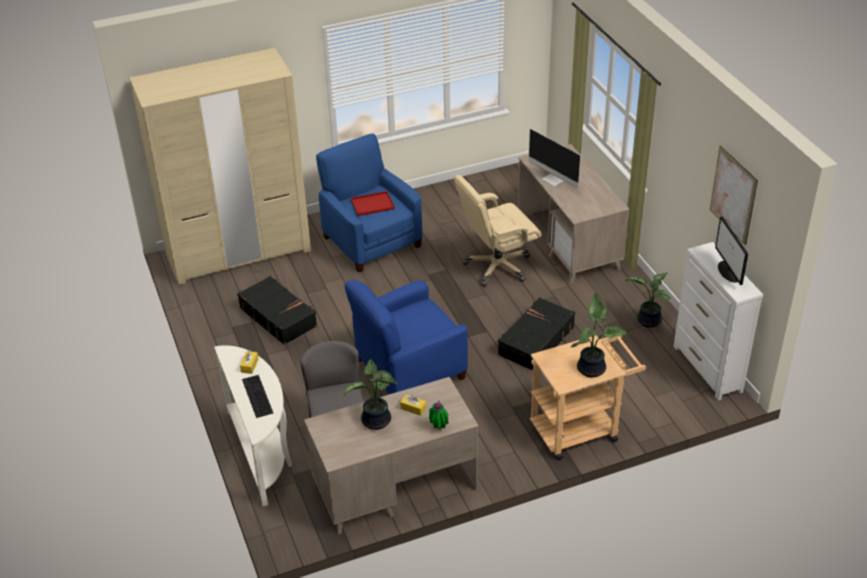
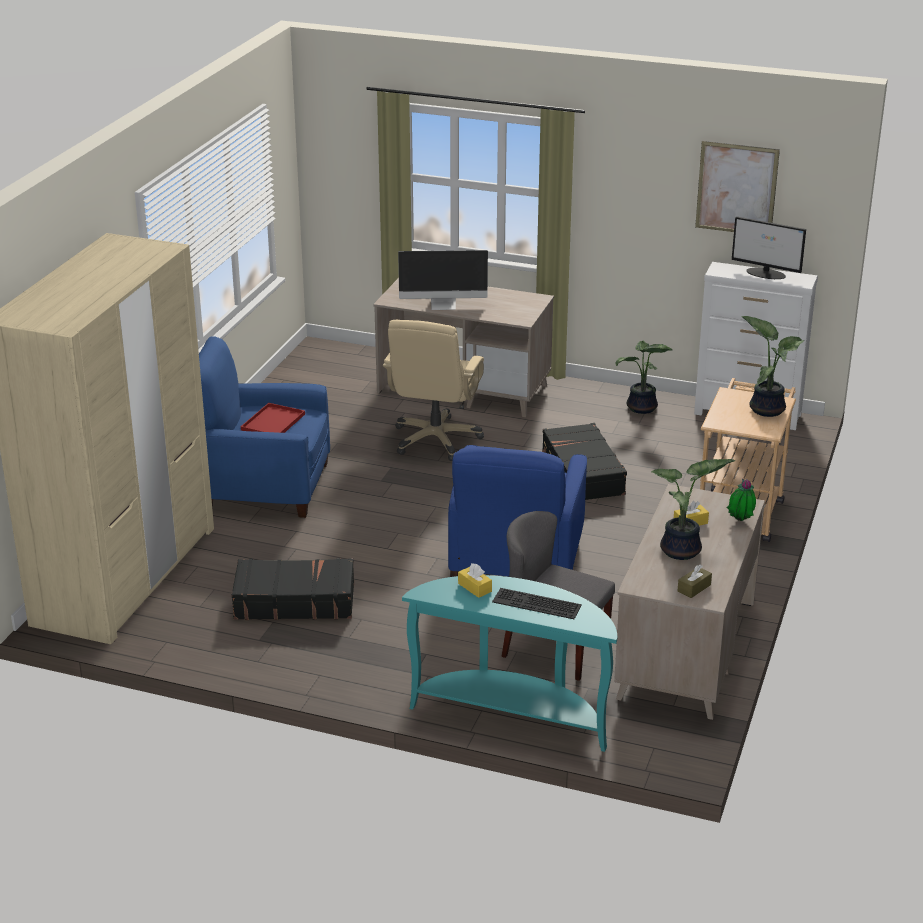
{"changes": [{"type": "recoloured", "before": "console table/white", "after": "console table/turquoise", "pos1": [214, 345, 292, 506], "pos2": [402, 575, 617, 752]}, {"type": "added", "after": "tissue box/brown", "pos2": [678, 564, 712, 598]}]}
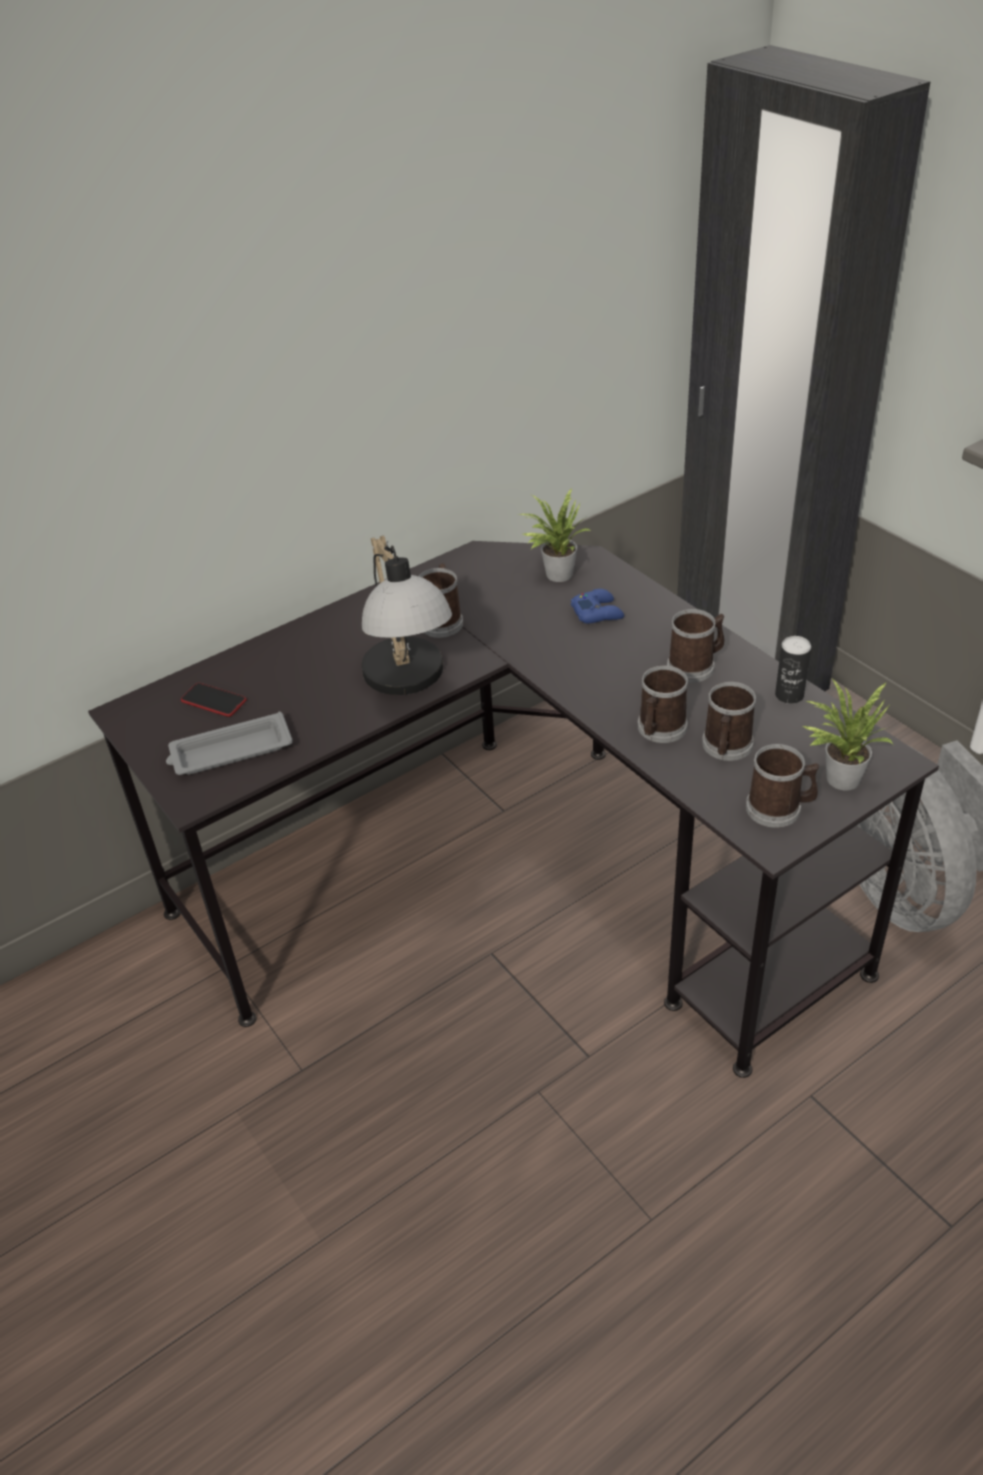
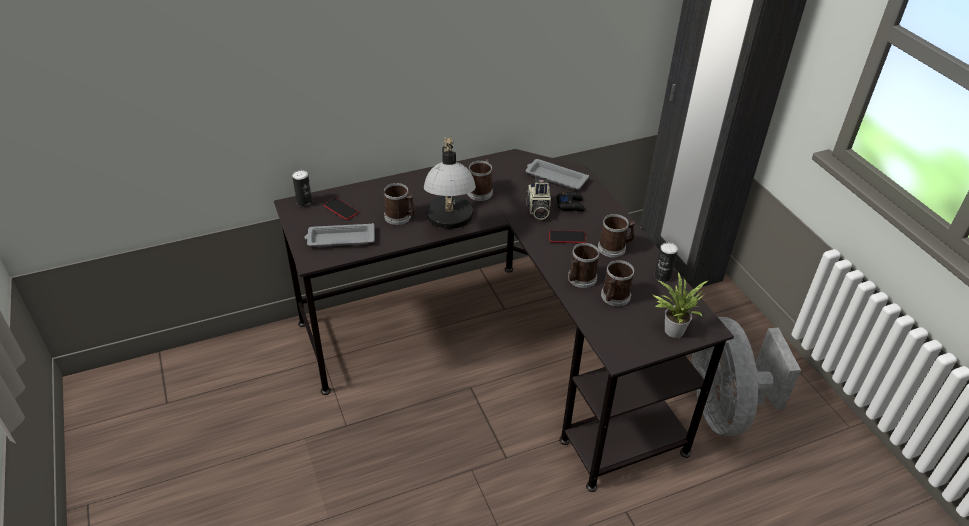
{"changes": [{"type": "replaced", "before": "potted plant", "after": "tray/grey", "pos1": [518, 488, 592, 582], "pos2": [525, 159, 589, 190]}, {"type": "recoloured", "before": "game controller/blue", "after": "game controller/black", "pos1": [571, 589, 624, 623], "pos2": [556, 191, 585, 212]}, {"type": "moved", "before": "mug", "pos1": [746, 744, 819, 828], "pos2": [384, 183, 416, 225]}, {"type": "added", "after": "can", "pos2": [292, 170, 312, 207]}, {"type": "added", "after": "photo camera", "pos2": [527, 178, 551, 220]}, {"type": "added", "after": "phone", "pos2": [549, 230, 586, 243]}]}
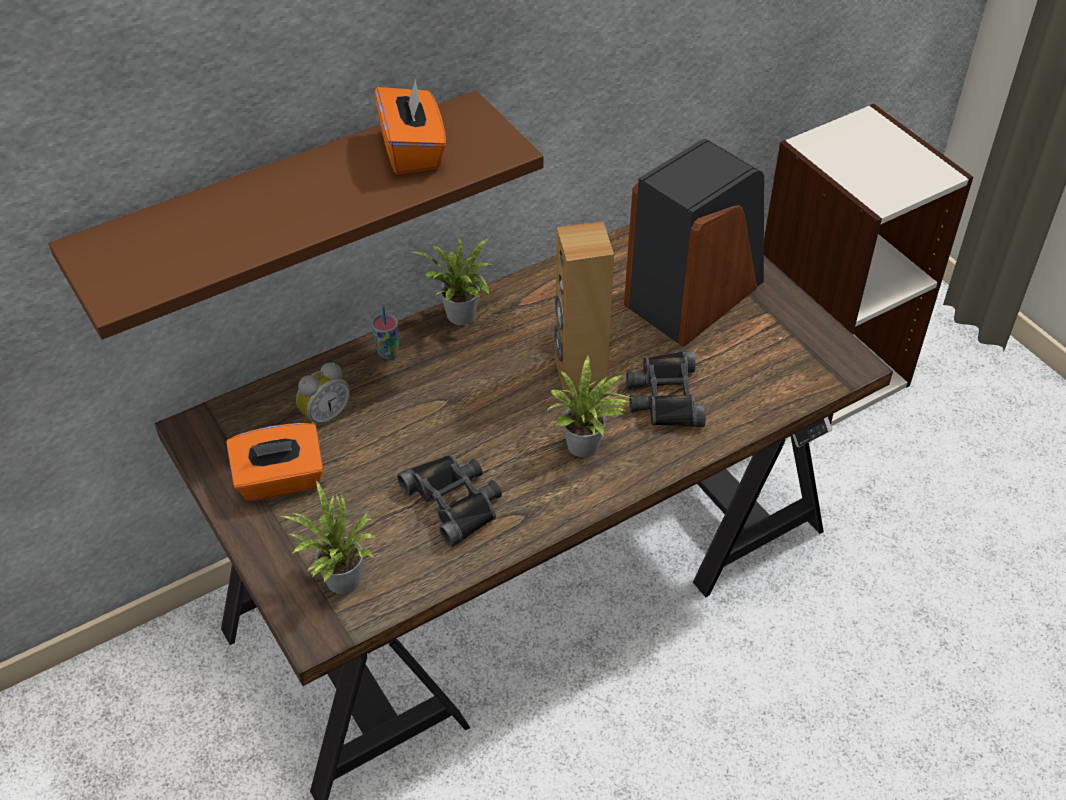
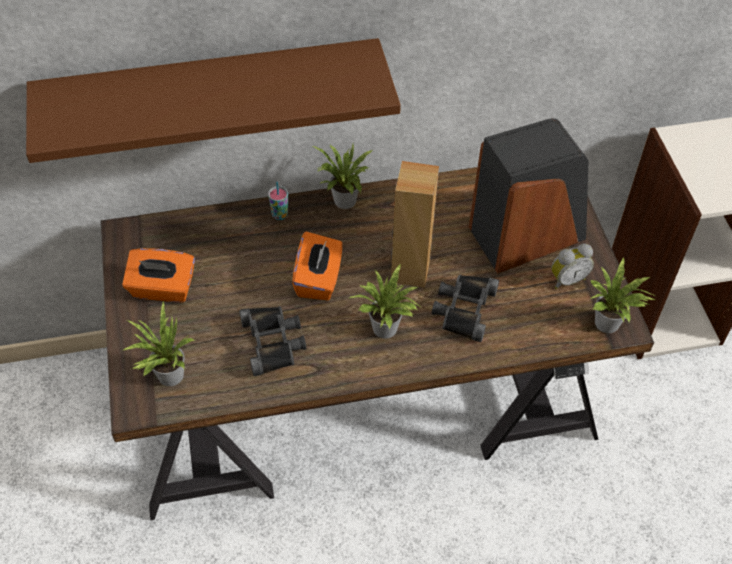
{"changes": [{"type": "moved", "before": "tissue box/orange", "pos1": [374, 79, 446, 174], "pos2": [292, 232, 342, 300]}, {"type": "moved", "before": "alarm clock", "pos1": [296, 362, 350, 426], "pos2": [551, 243, 594, 289]}, {"type": "added", "after": "potted plant", "pos2": [591, 257, 657, 333]}]}
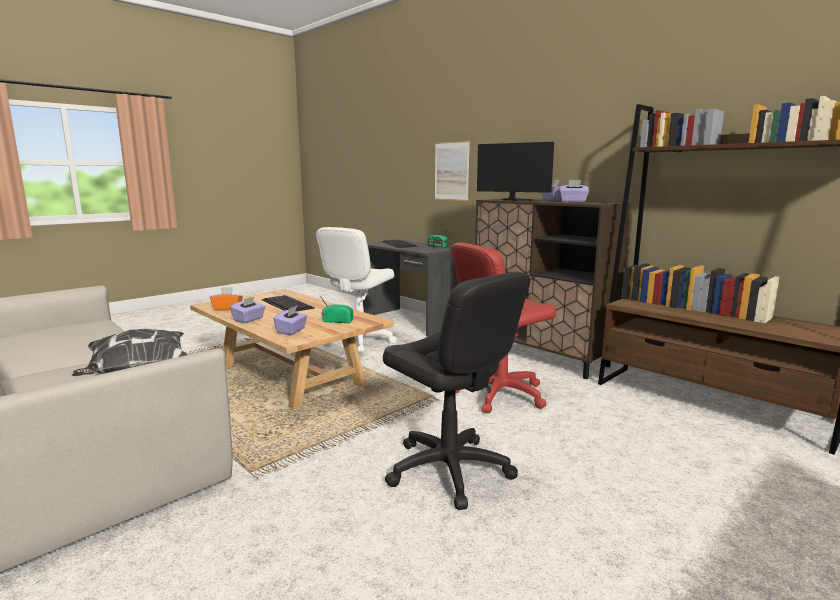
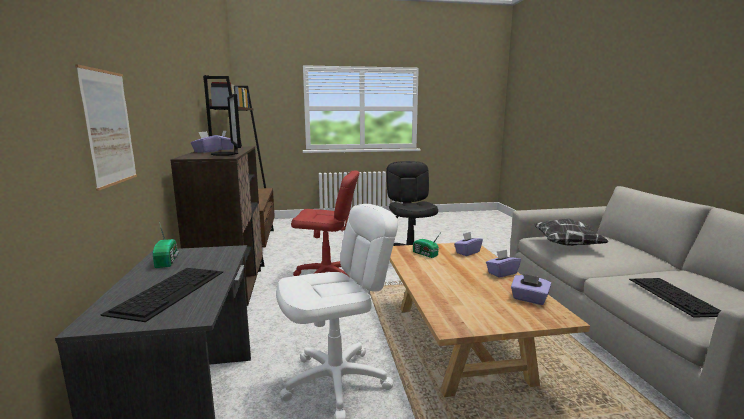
{"changes": [{"type": "recoloured", "before": "tissue box/orange", "after": "tissue box/purple", "pos1": [210, 287, 243, 311], "pos2": [511, 274, 551, 305]}, {"type": "moved", "before": "keyboard", "pos1": [261, 295, 315, 312], "pos2": [629, 278, 721, 318]}]}
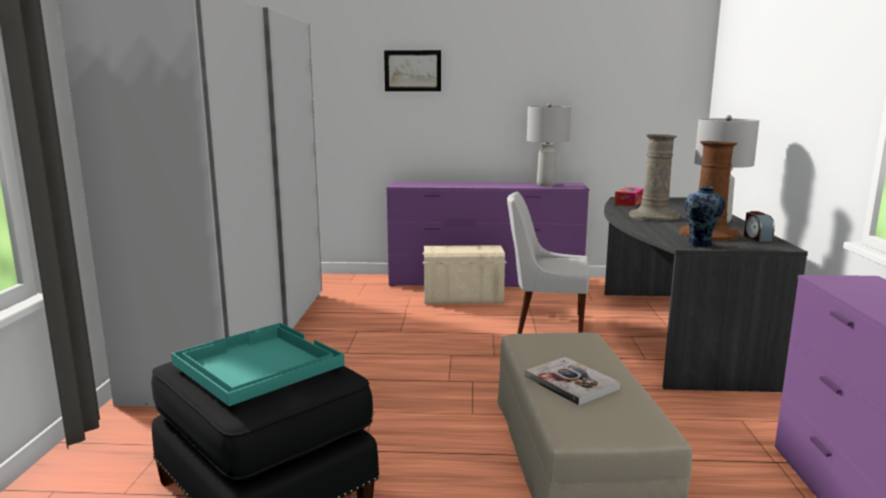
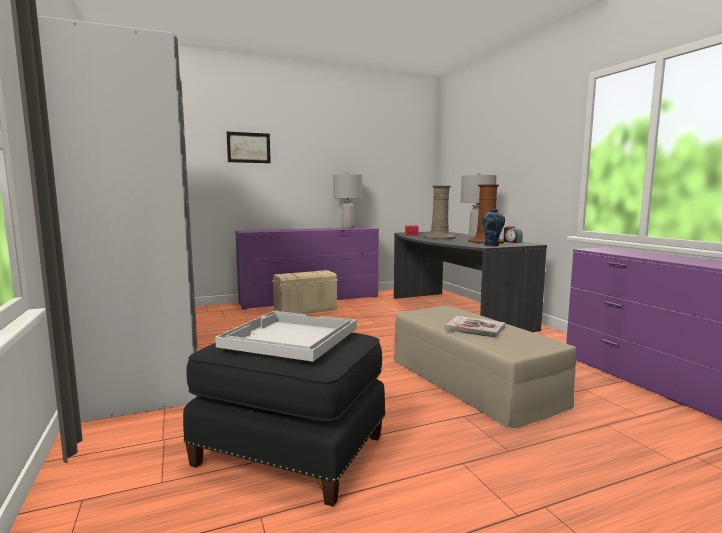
{"changes": [{"type": "removed", "before": "chair/white", "pos1": [507, 191, 590, 334]}, {"type": "recoloured", "before": "tray/turquoise", "after": "tray/white", "pos1": [171, 323, 345, 406], "pos2": [215, 311, 357, 362]}]}
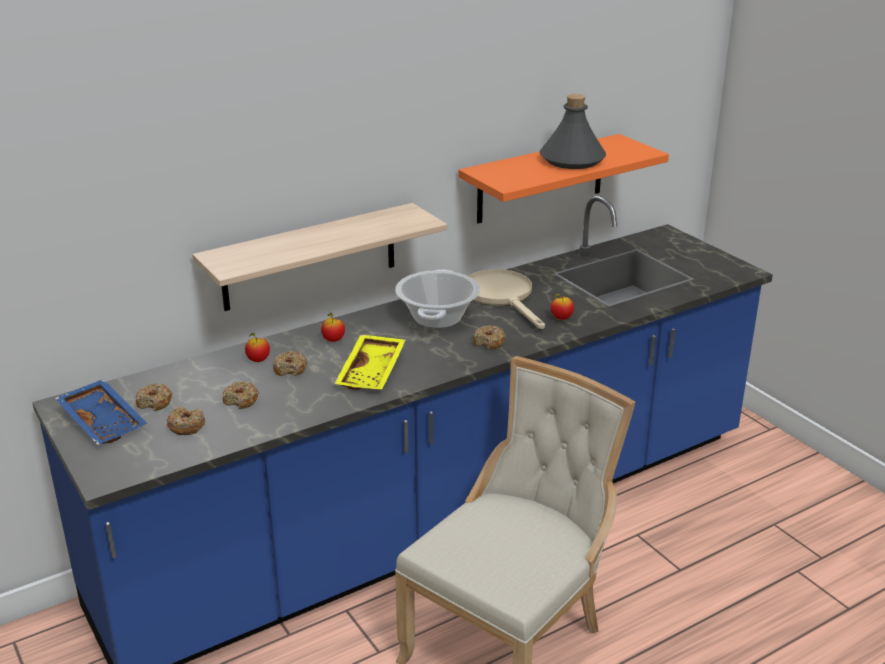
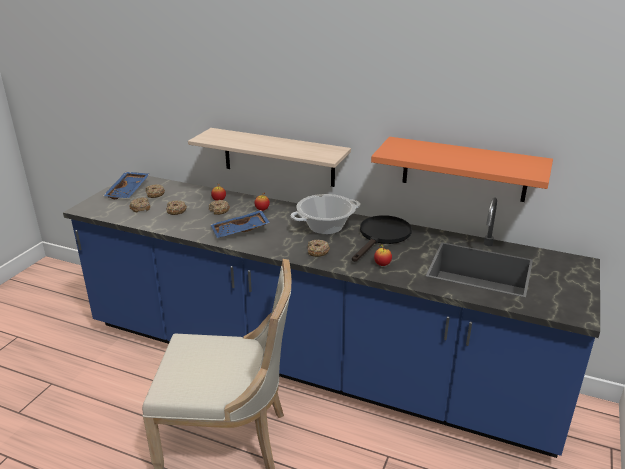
{"changes": [{"type": "removed", "before": "bottle/grey", "pos1": [540, 94, 606, 169]}, {"type": "recoloured", "before": "frying pan/beige", "after": "frying pan/black", "pos1": [469, 269, 545, 329], "pos2": [352, 215, 412, 262]}, {"type": "recoloured", "before": "tray/yellow", "after": "tray/blue", "pos1": [334, 334, 406, 390], "pos2": [211, 210, 270, 238]}]}
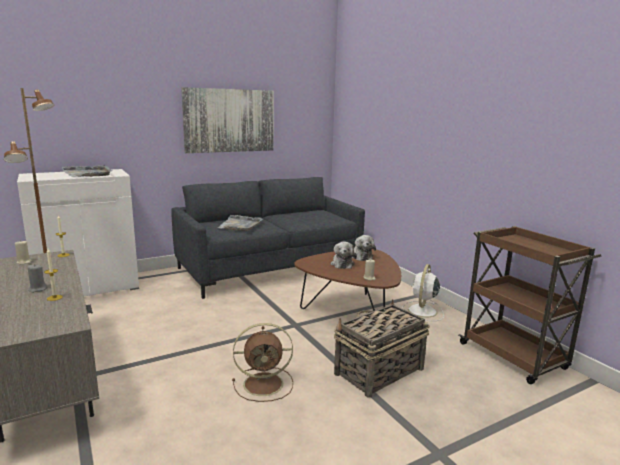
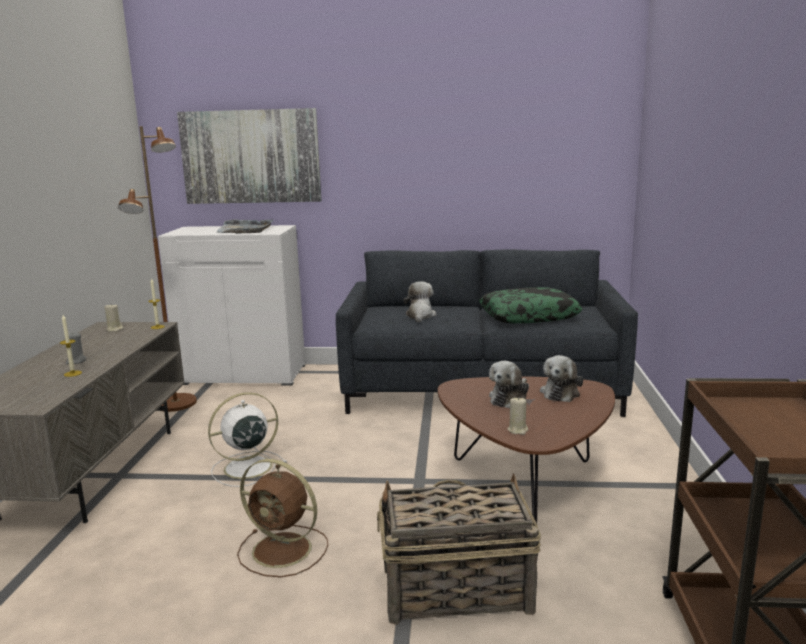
{"changes": [{"type": "moved", "before": "picture", "pos1": [181, 87, 274, 153], "pos2": [177, 108, 321, 204]}, {"type": "replaced", "before": "tray/grey", "after": "plush toy", "pos1": [218, 215, 263, 231], "pos2": [404, 282, 436, 322]}, {"type": "moved", "before": "fan/white", "pos1": [402, 264, 444, 321], "pos2": [208, 392, 287, 487]}, {"type": "added", "after": "pillow", "pos2": [479, 287, 582, 323]}]}
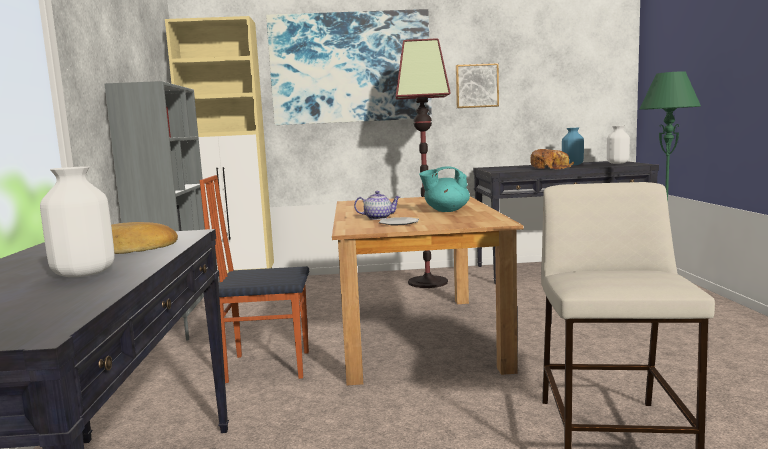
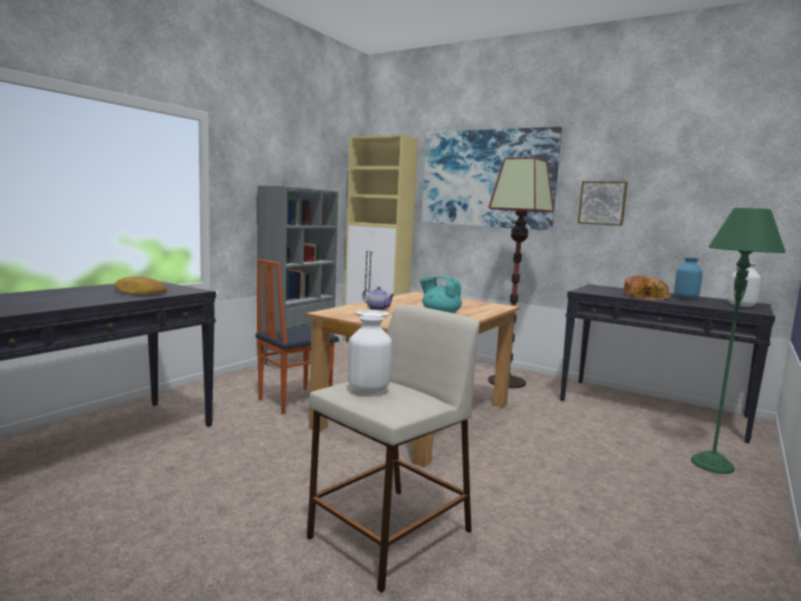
{"changes": [{"type": "moved", "before": "vase/white", "pos1": [40, 166, 115, 277], "pos2": [348, 315, 392, 394]}, {"type": "turned", "before": "chair", "pos1": [200, 175, 309, 383], "pos2": [255, 259, 339, 414], "turn": -75}]}
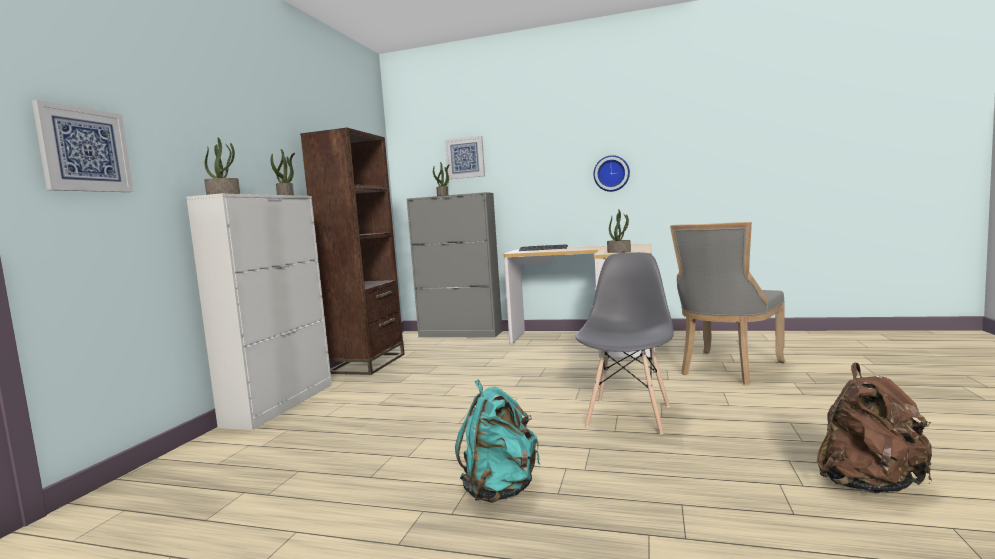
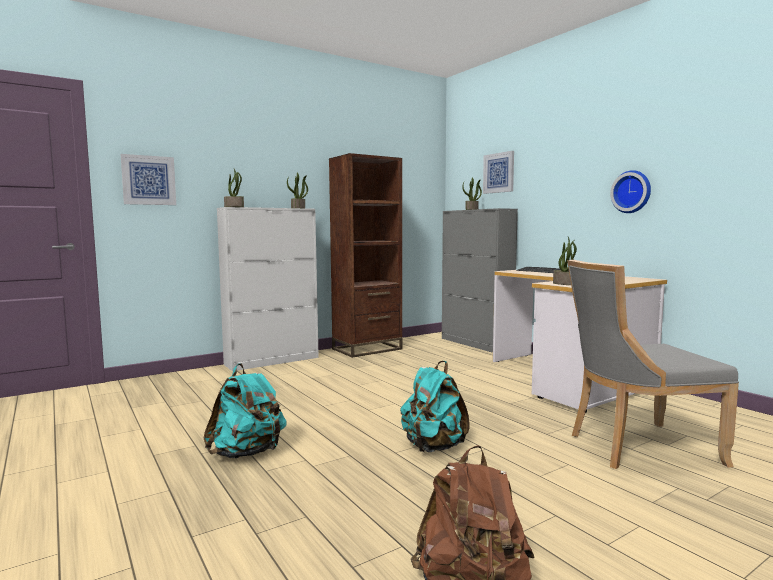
{"changes": [{"type": "replaced", "before": "chair/grey", "after": "backpack/turquoise", "pos1": [576, 252, 674, 435], "pos2": [400, 361, 470, 452]}]}
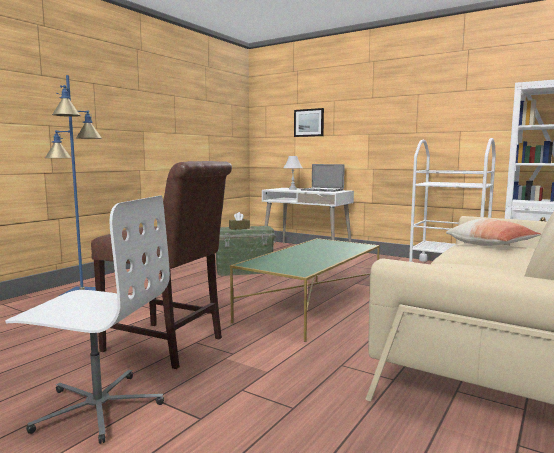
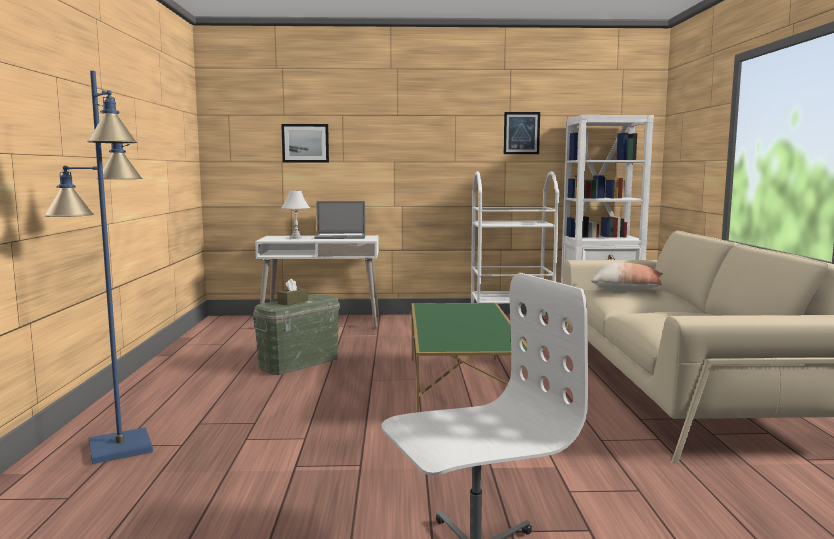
{"changes": [{"type": "removed", "before": "chair/brown", "pos1": [91, 161, 232, 369]}, {"type": "added", "after": "picture", "pos2": [504, 112, 540, 154]}]}
